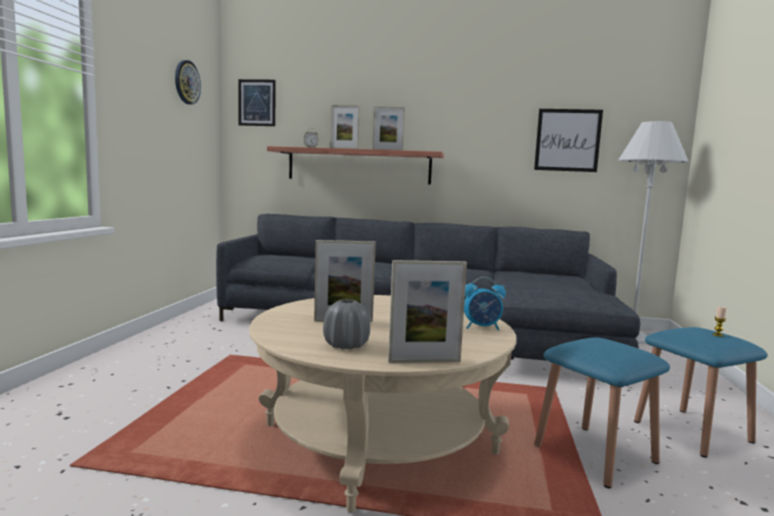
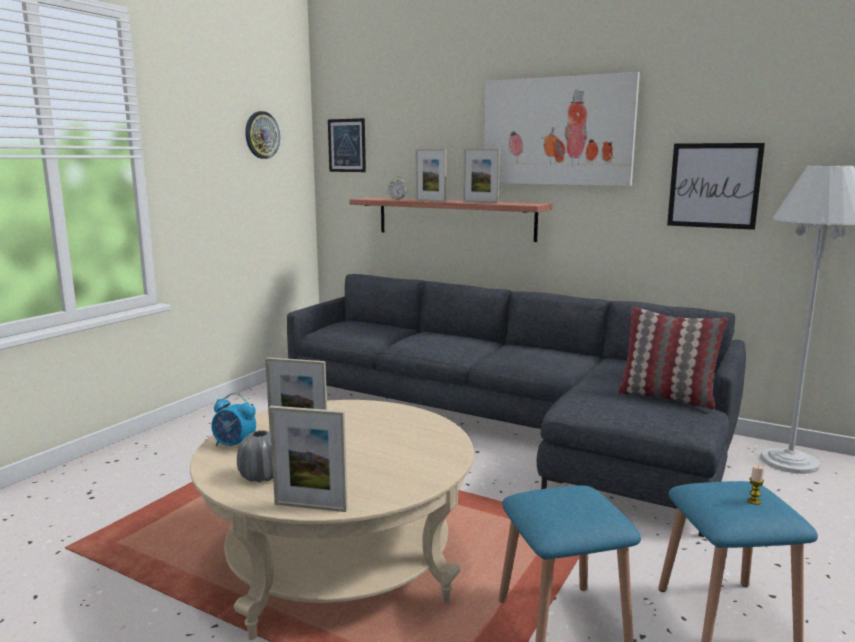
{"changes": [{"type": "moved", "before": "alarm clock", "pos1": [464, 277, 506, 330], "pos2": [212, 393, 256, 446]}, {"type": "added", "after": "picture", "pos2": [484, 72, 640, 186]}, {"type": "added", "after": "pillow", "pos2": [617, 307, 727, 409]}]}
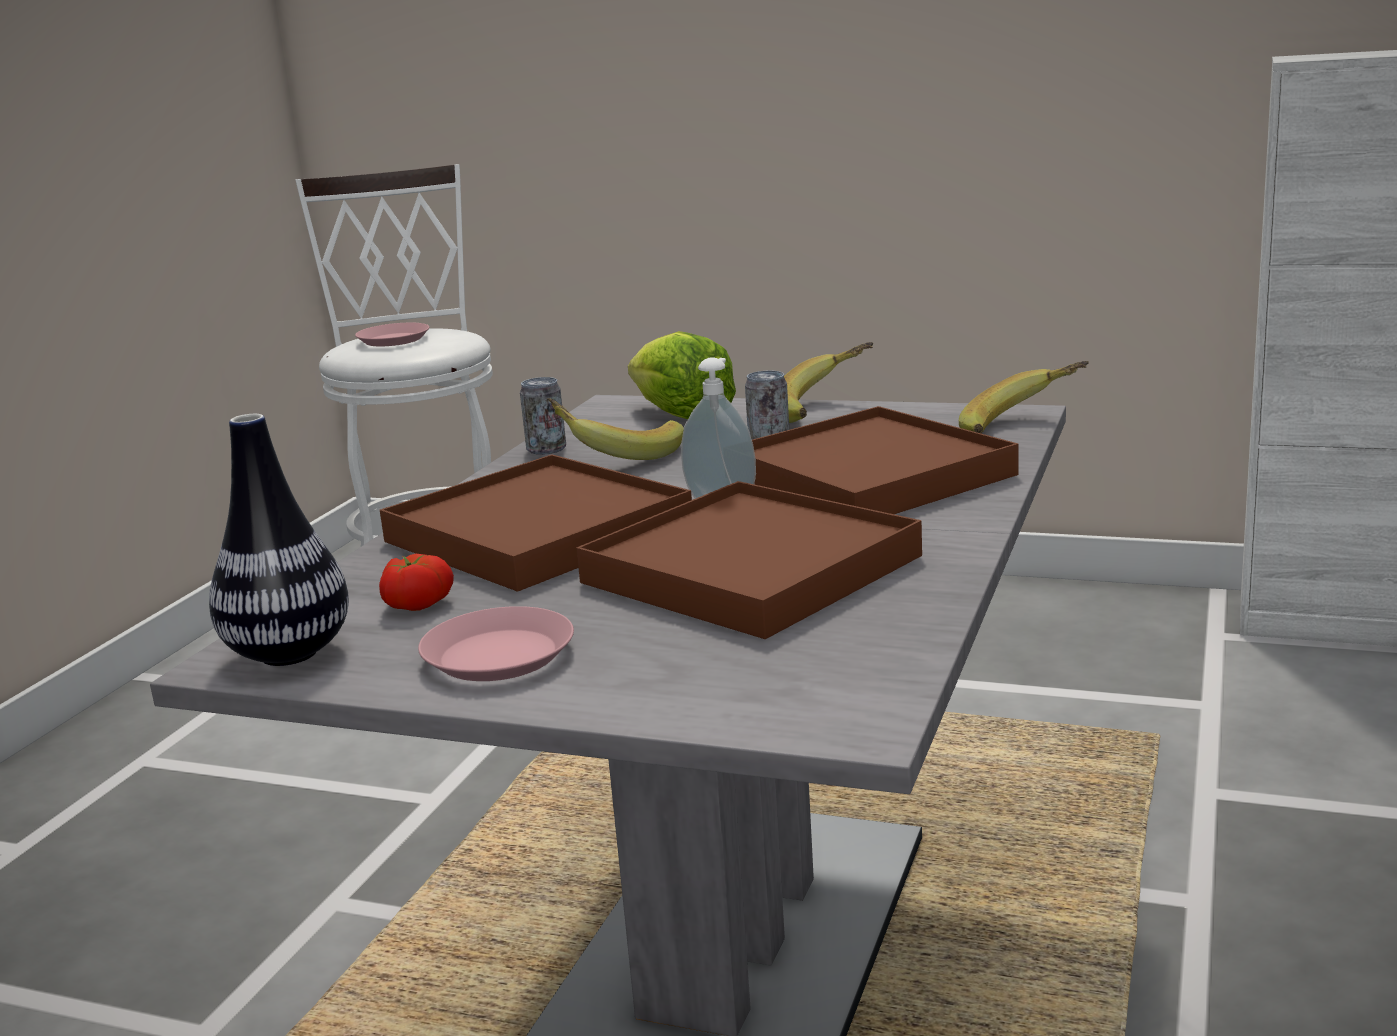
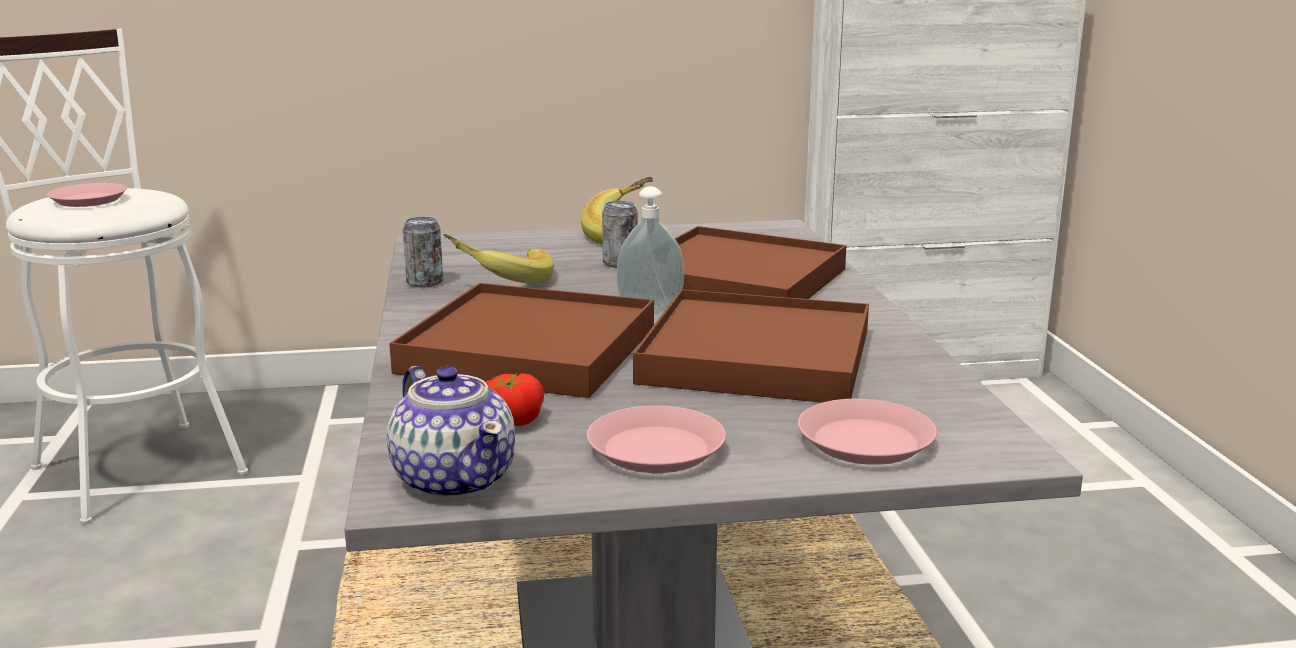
{"changes": [{"type": "removed", "before": "lettuce", "pos1": [628, 331, 736, 419]}, {"type": "removed", "before": "banana", "pos1": [959, 361, 1089, 434]}, {"type": "replaced", "before": "vase", "after": "teapot", "pos1": [209, 414, 349, 666], "pos2": [387, 366, 515, 499]}, {"type": "added", "after": "plate/pink", "pos2": [798, 399, 937, 465]}]}
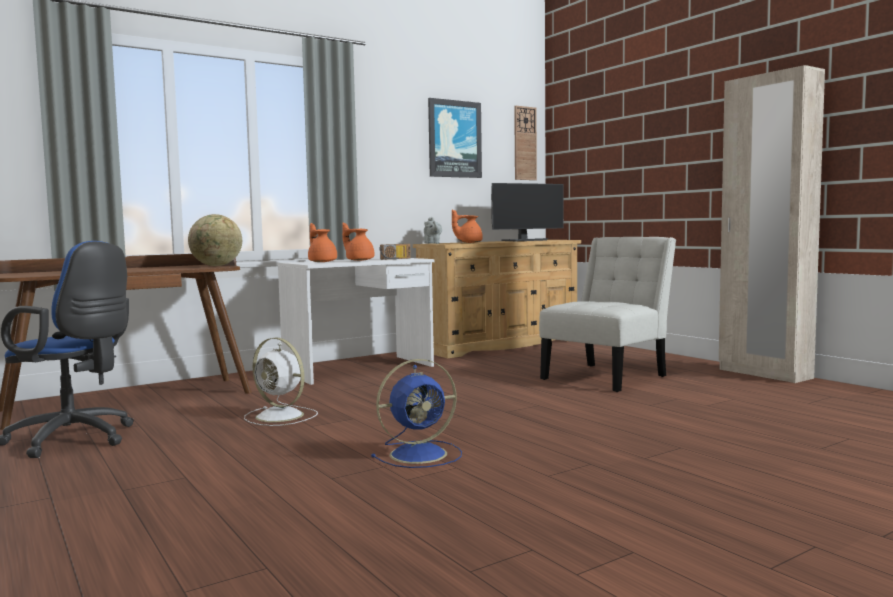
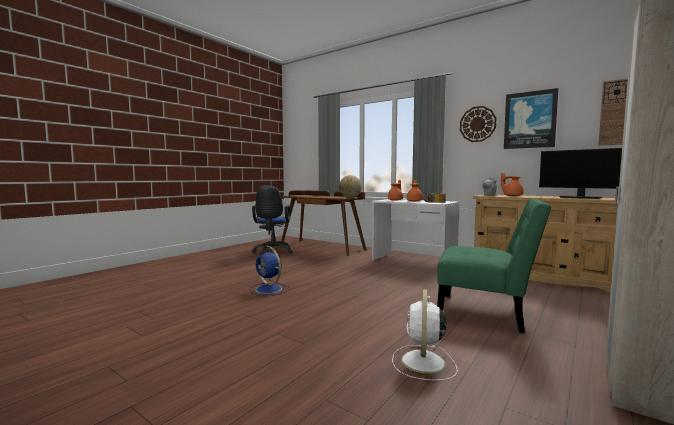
{"changes": [{"type": "recoloured", "before": "chair/white", "after": "chair/green", "pos1": [539, 237, 676, 392], "pos2": [437, 199, 551, 333]}, {"type": "moved", "before": "fan/white", "pos1": [244, 337, 318, 426], "pos2": [392, 289, 458, 381]}, {"type": "added", "after": "wall clock", "pos2": [460, 106, 496, 142]}]}
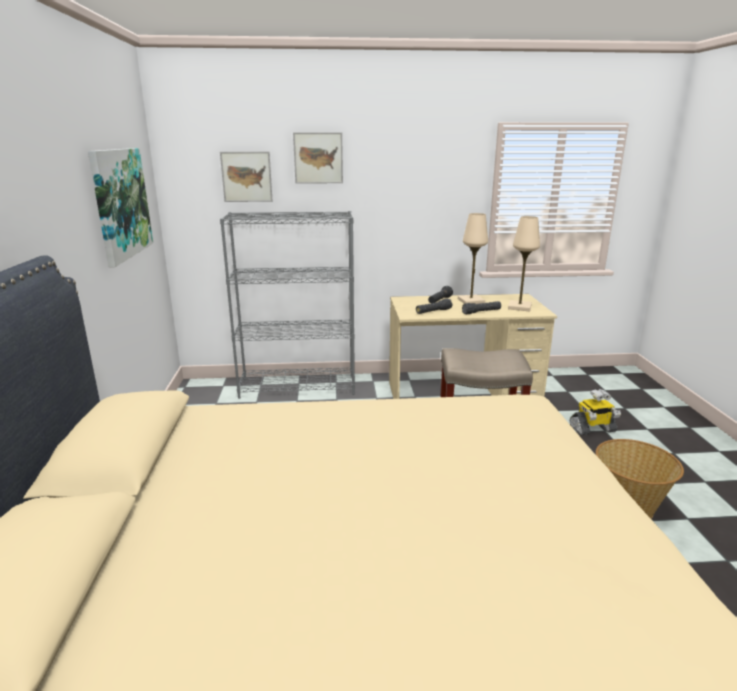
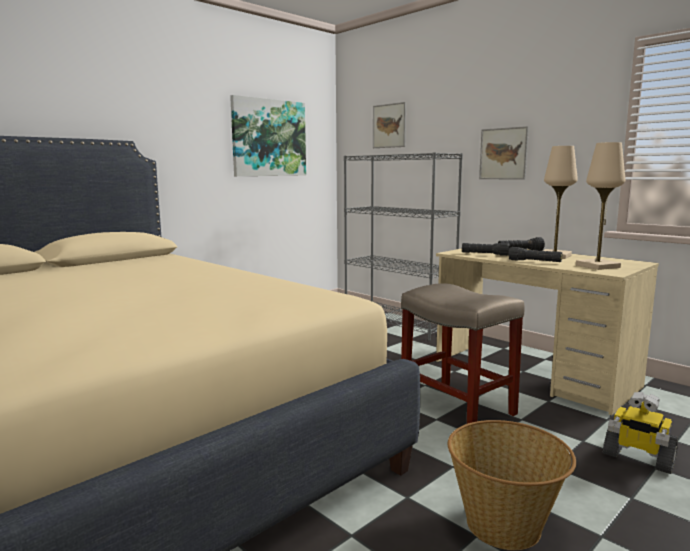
{"changes": [{"type": "moved", "before": "picture", "pos1": [293, 132, 343, 184], "pos2": [479, 126, 529, 180]}]}
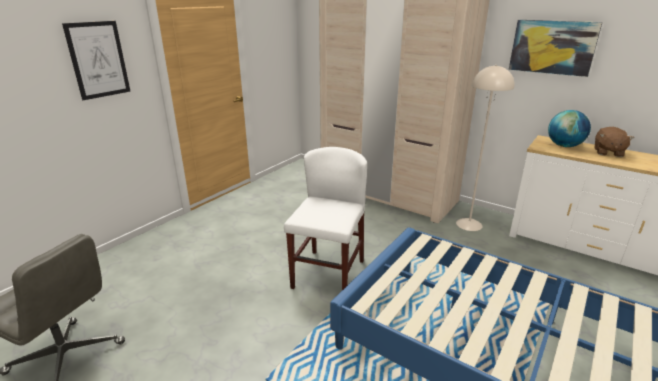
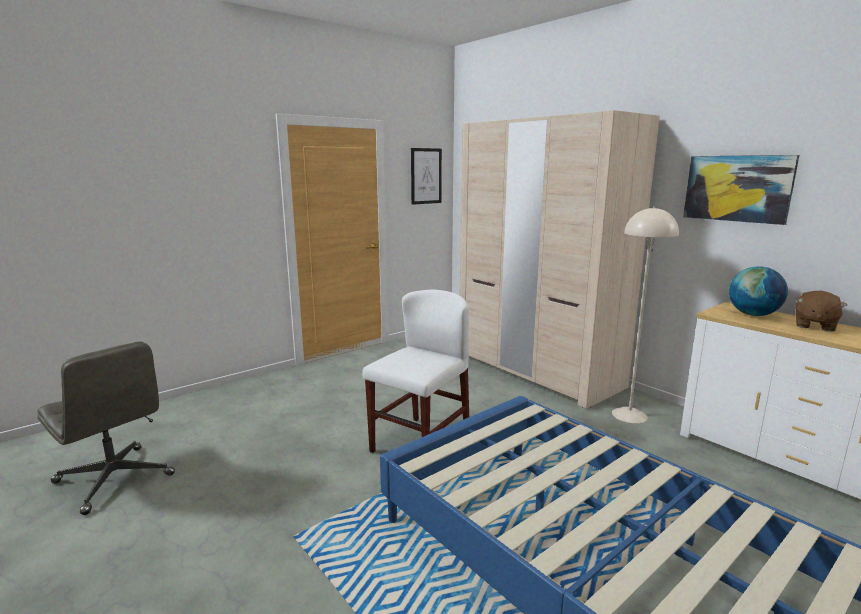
{"changes": [{"type": "moved", "before": "picture", "pos1": [62, 21, 130, 100], "pos2": [411, 148, 442, 205]}]}
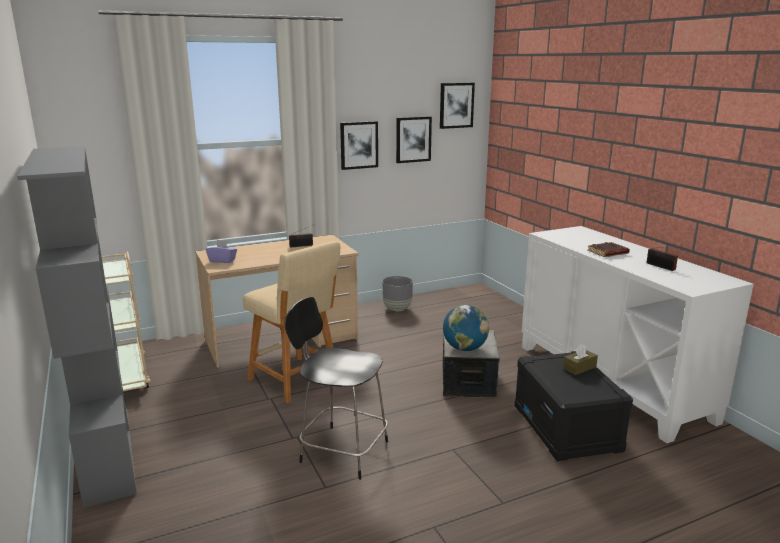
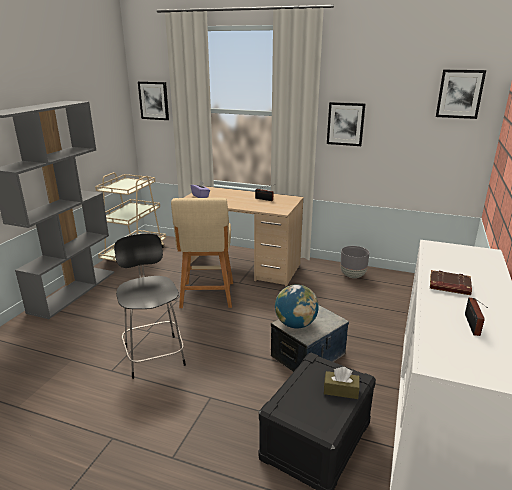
{"changes": [{"type": "moved", "before": "picture", "pos1": [396, 116, 432, 163], "pos2": [138, 81, 169, 120]}]}
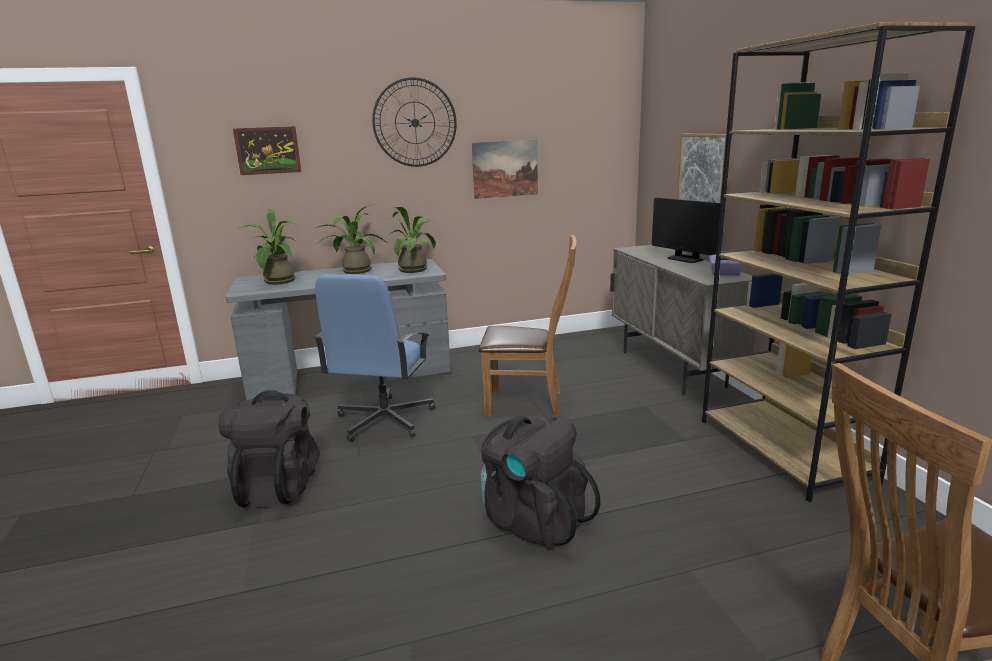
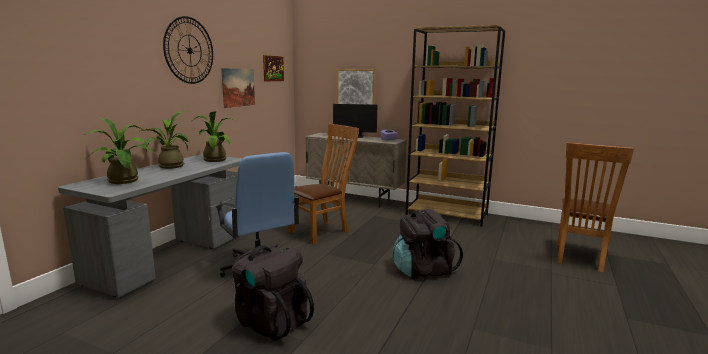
{"changes": [{"type": "moved", "before": "picture", "pos1": [233, 126, 302, 175], "pos2": [263, 55, 284, 82]}]}
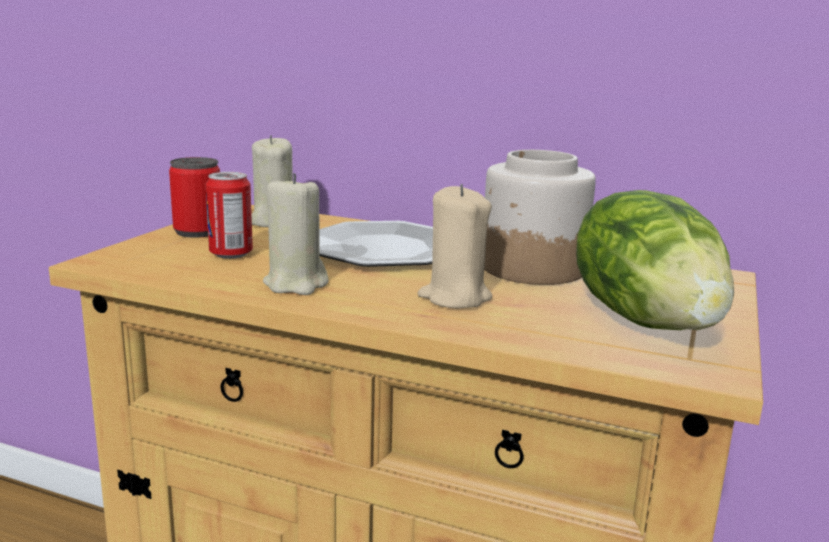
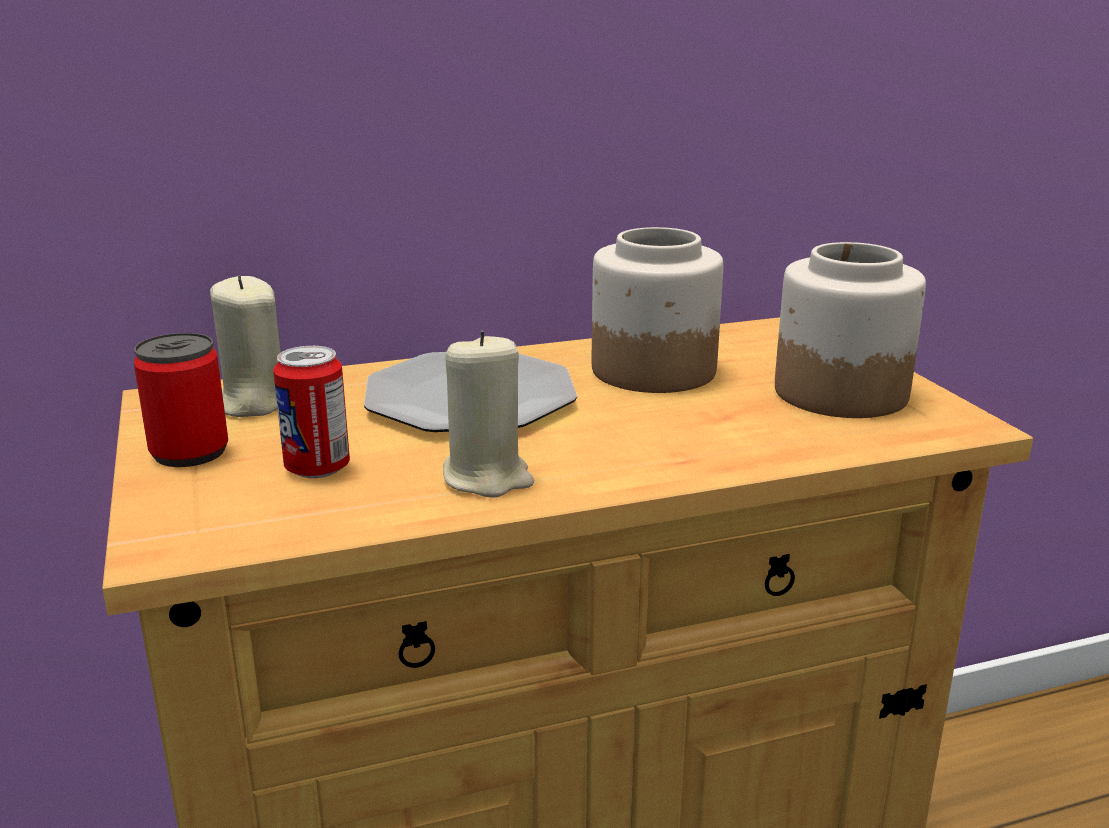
{"changes": [{"type": "removed", "before": "candle/beige", "pos1": [418, 184, 492, 308]}, {"type": "replaced", "before": "lettuce", "after": "jar", "pos1": [576, 190, 734, 330], "pos2": [775, 242, 926, 418]}]}
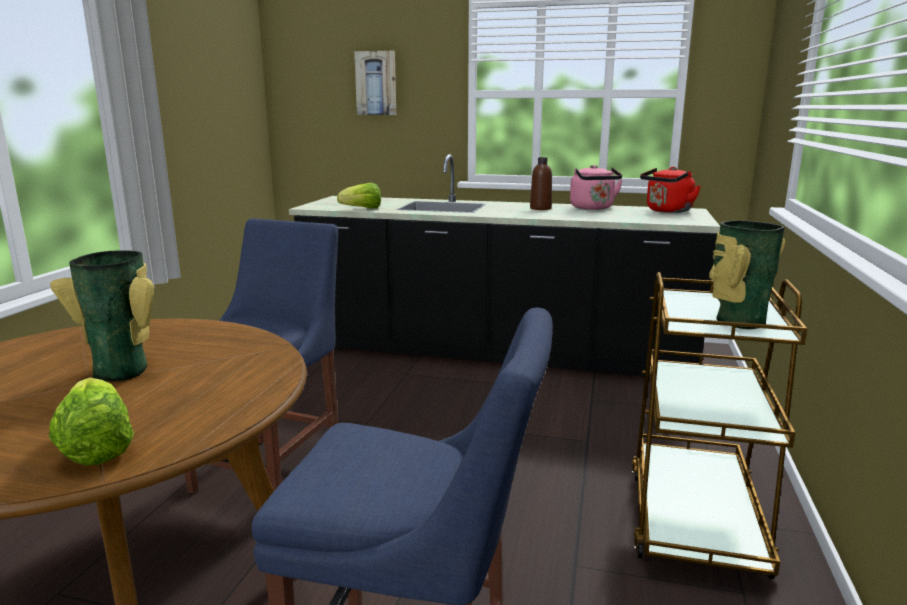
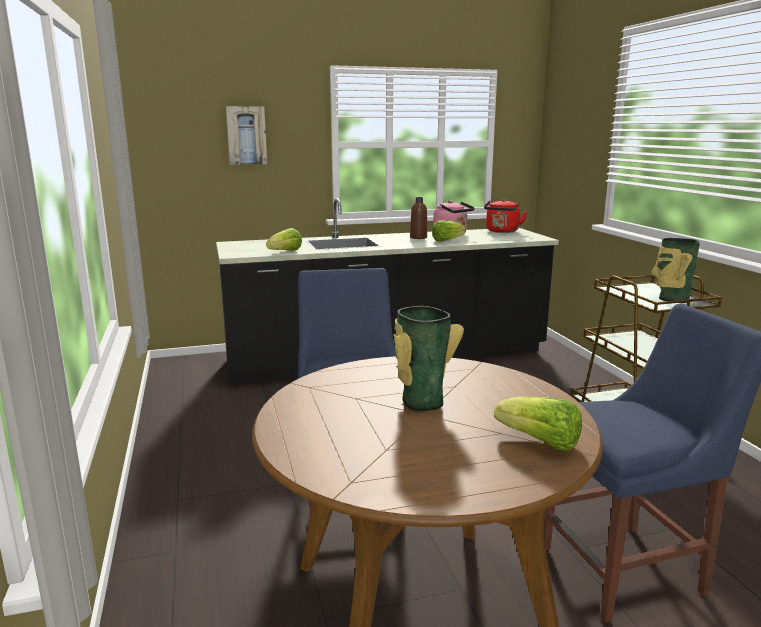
{"changes": [{"type": "added", "after": "lettuce", "pos2": [432, 220, 466, 242]}]}
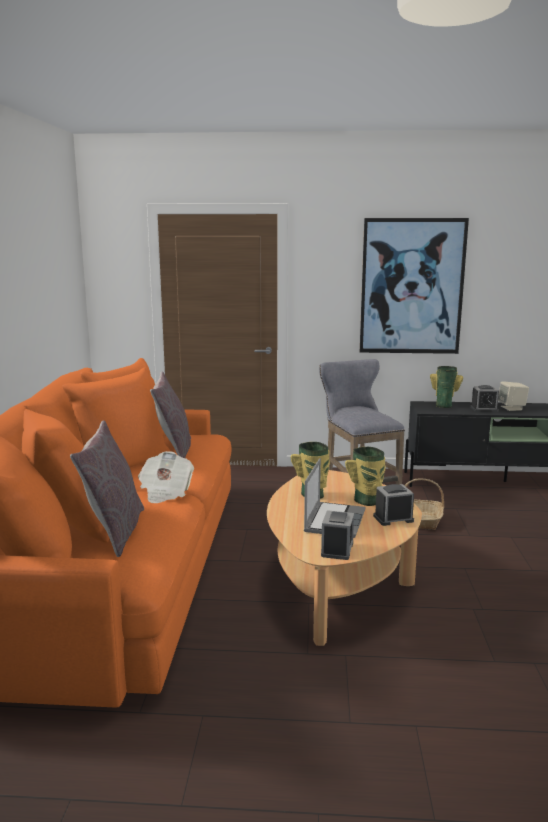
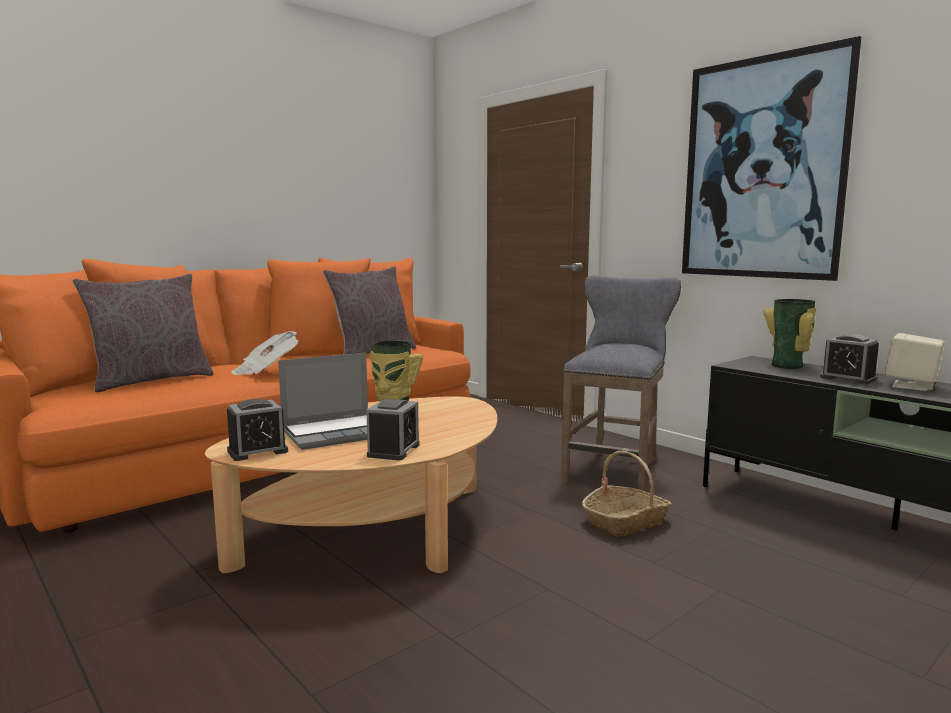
{"changes": [{"type": "removed", "before": "vase", "pos1": [345, 447, 386, 506]}, {"type": "turned", "before": "alarm clock", "pos1": [373, 484, 414, 526], "pos2": [366, 399, 420, 460], "turn": 75}]}
